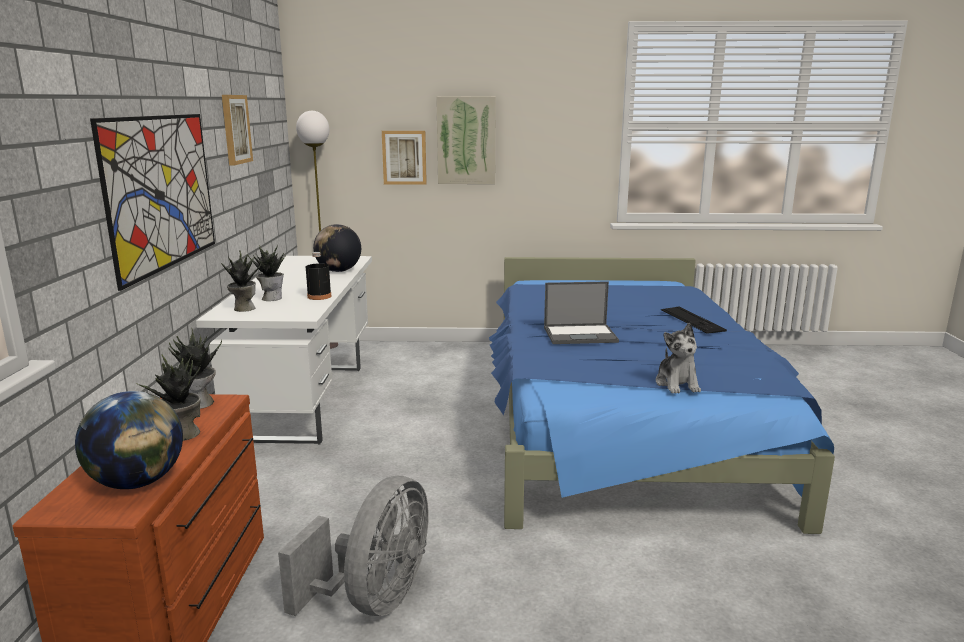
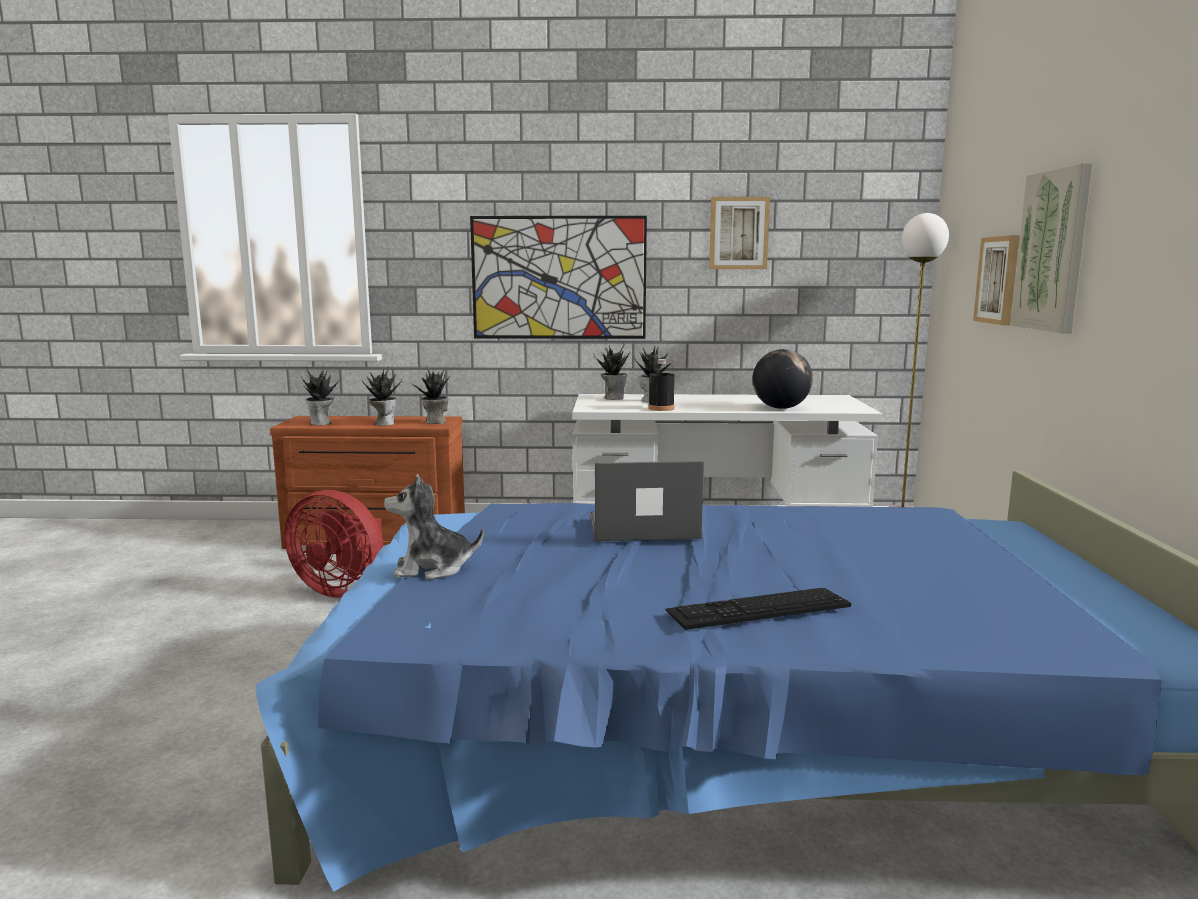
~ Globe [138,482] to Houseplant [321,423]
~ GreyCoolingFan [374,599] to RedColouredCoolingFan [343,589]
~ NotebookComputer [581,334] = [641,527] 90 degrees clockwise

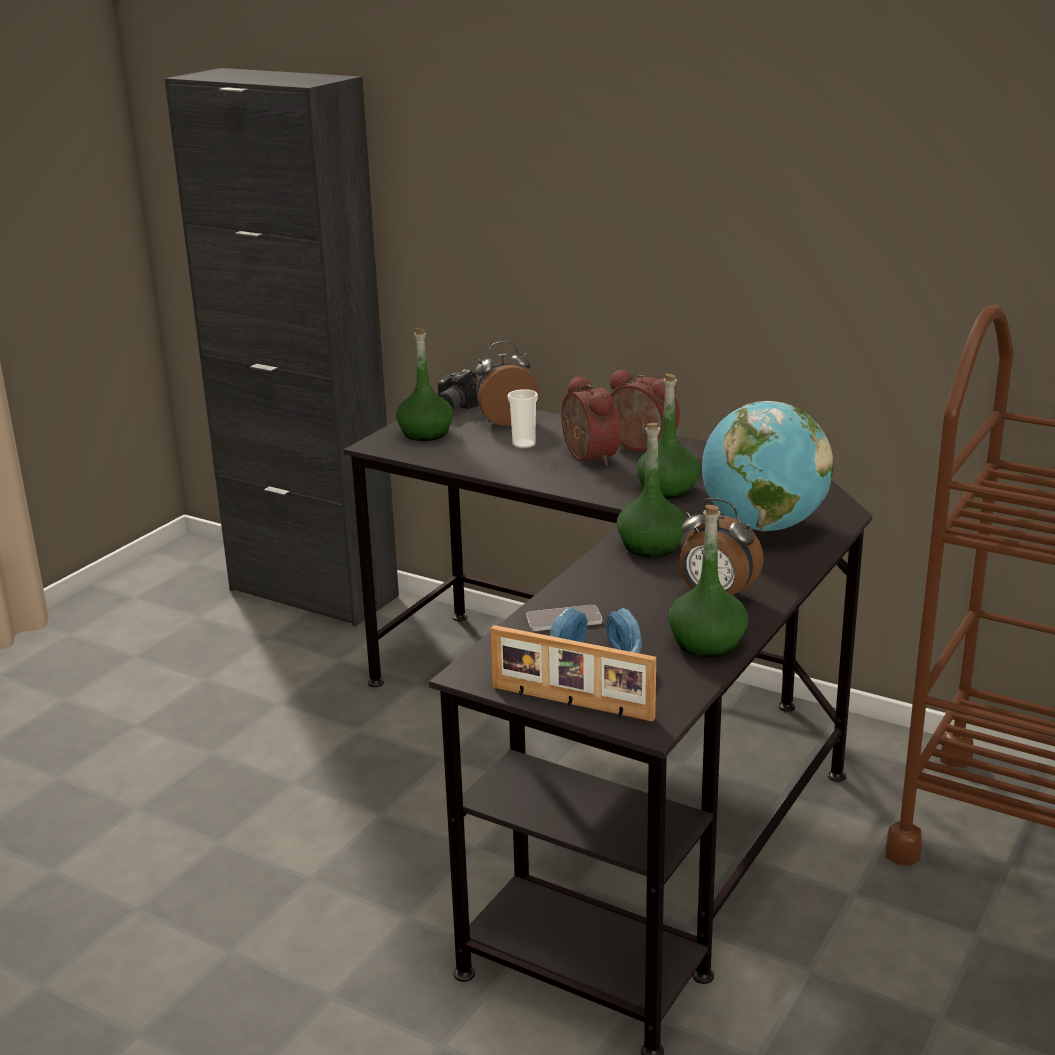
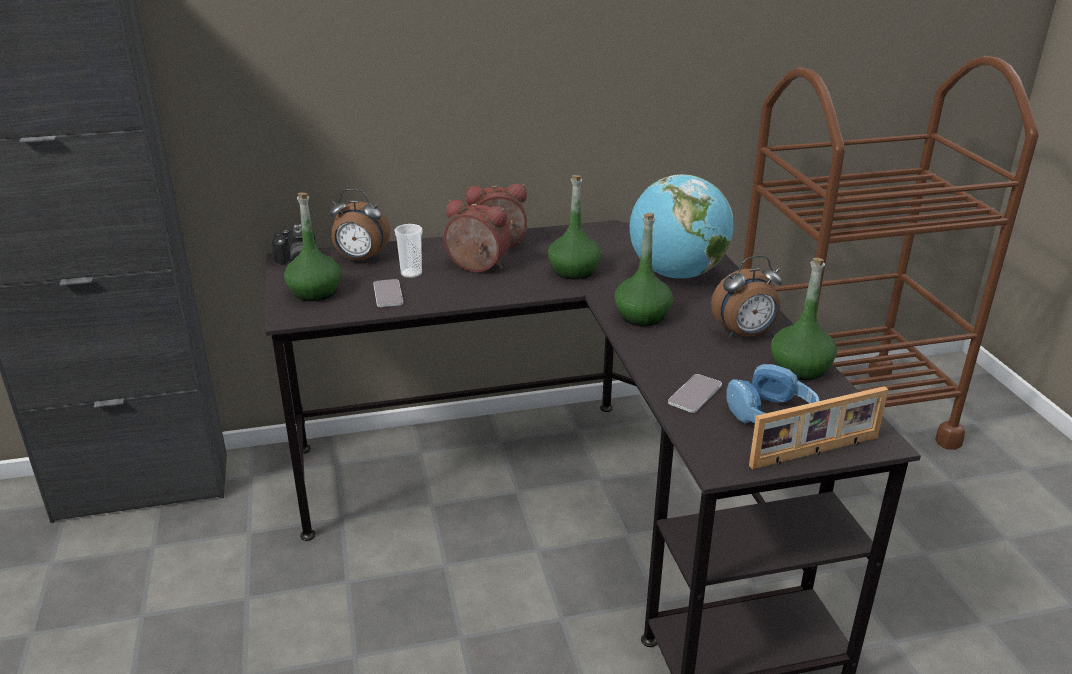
+ Handset [388,294]
~ BedsideClock [505,420] = [360,259] 105 degrees counterclockwise

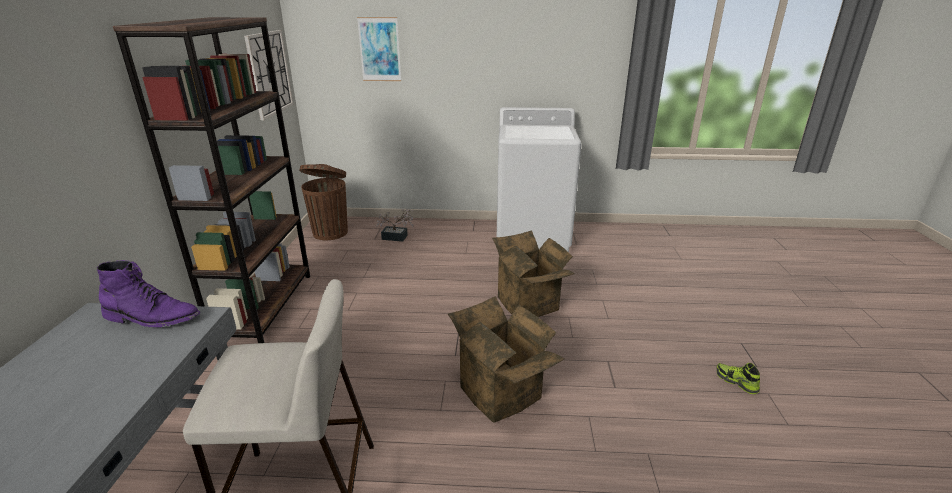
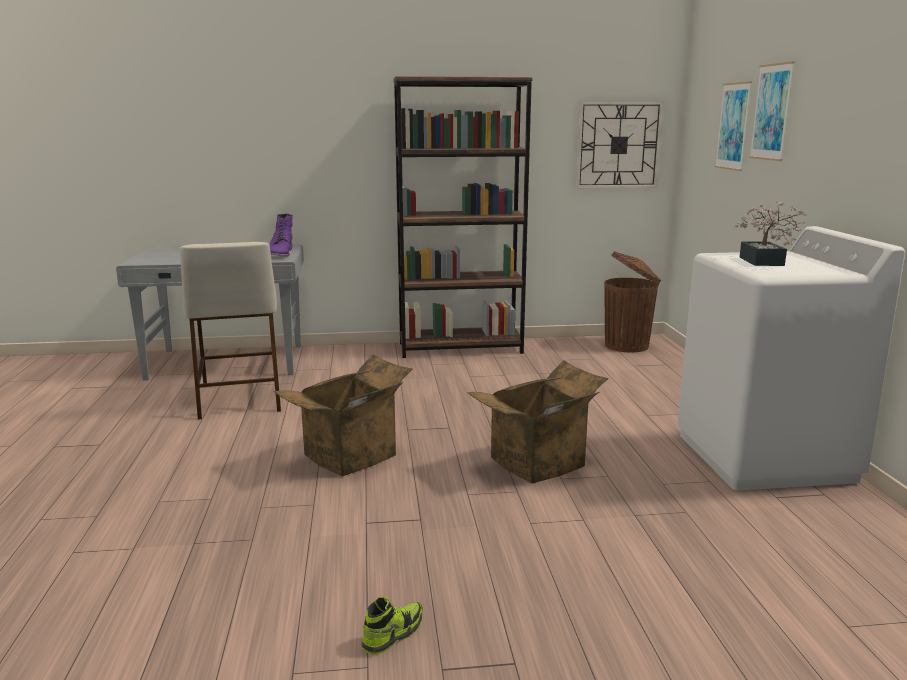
+ Picture [771,112]
~ Houseplant [397,237] to [763,262]

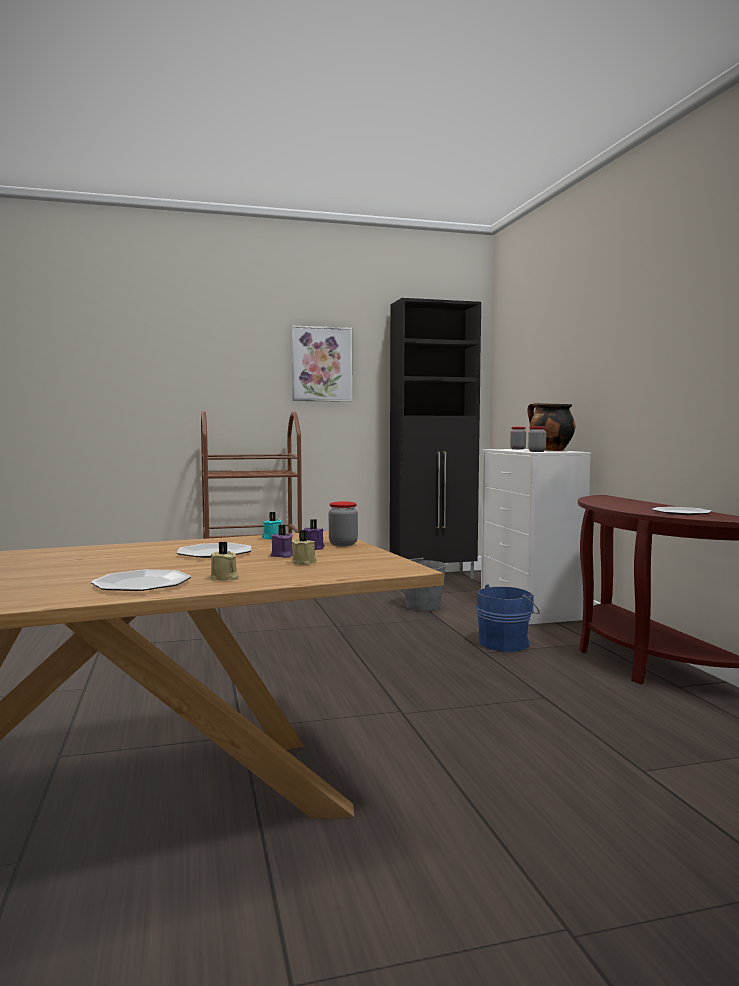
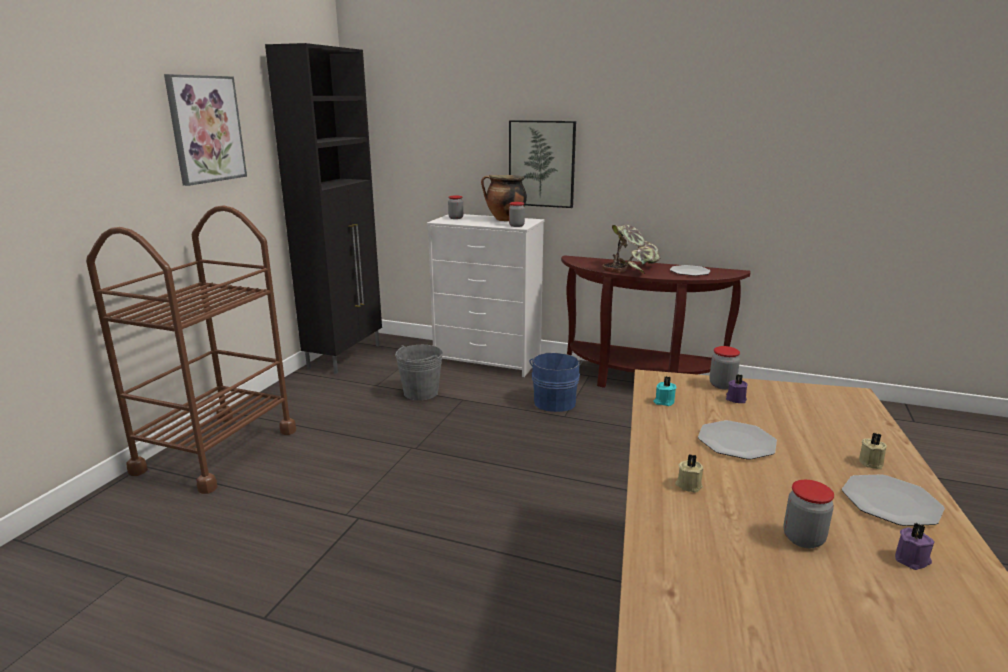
+ Picture [542,164]
+ Houseplant [631,269]
+ Jar [803,538]
~ PurplishWaxCandle [282,556] to [912,560]
~ BeigeColouredWaxCandle [304,562] to [688,484]

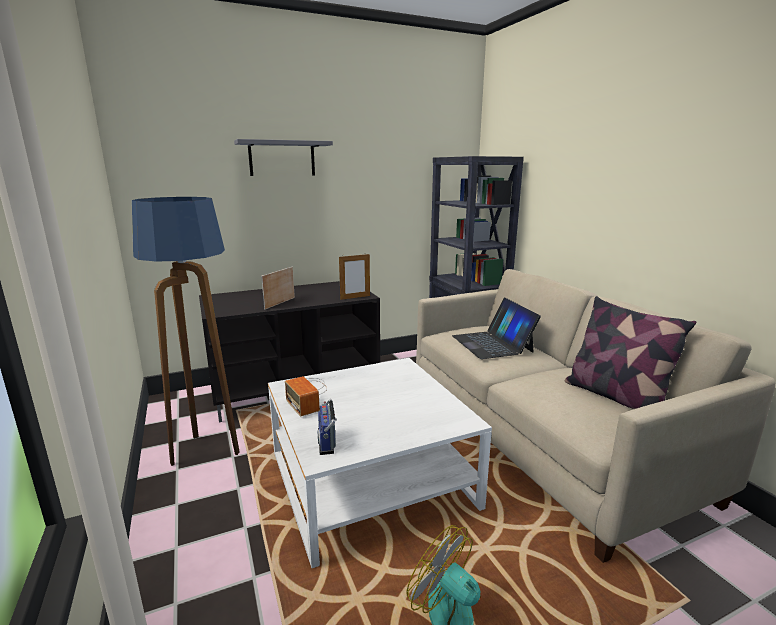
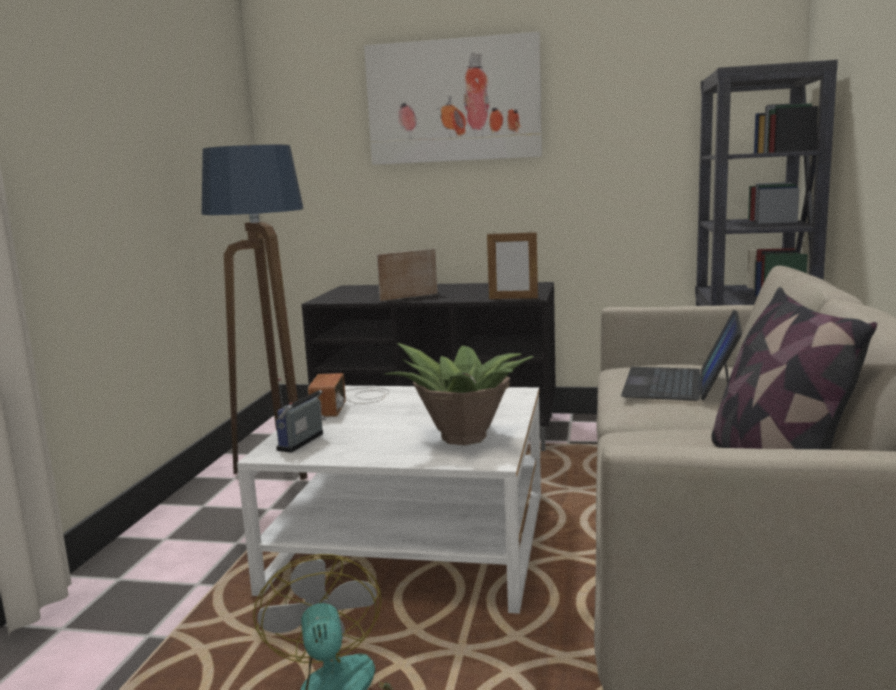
+ Houseplant [463,436]
~ GreyWallShelf [282,158] to Picture [453,101]

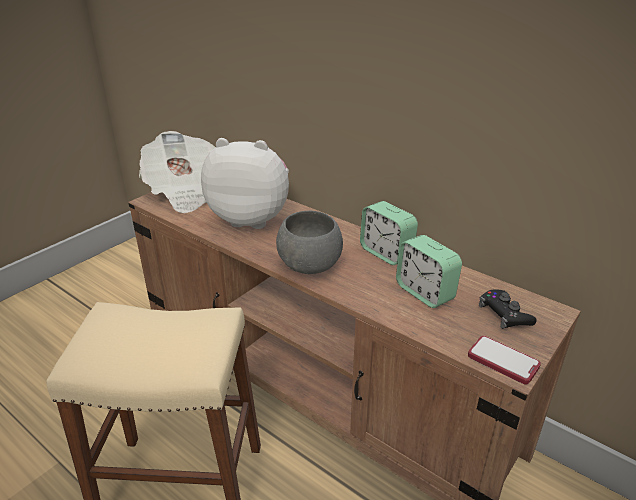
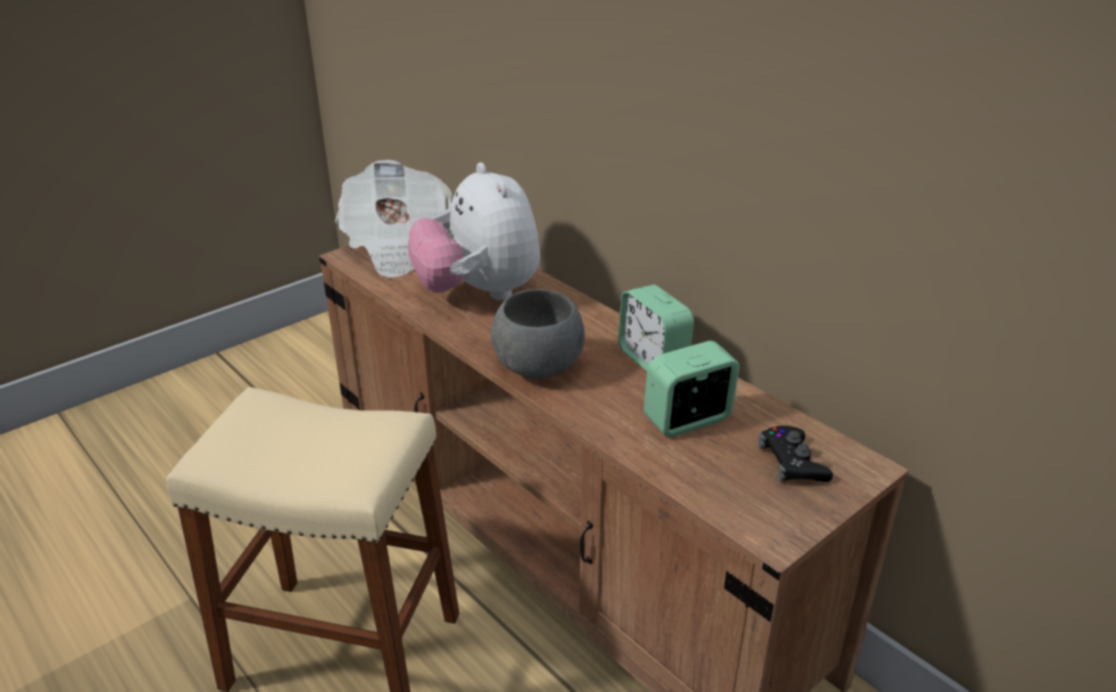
- Handset [503,361]
~ SoftToy [251,218] = [479,293] 135 degrees counterclockwise
~ BedsideClock [425,292] = [688,420] 90 degrees clockwise

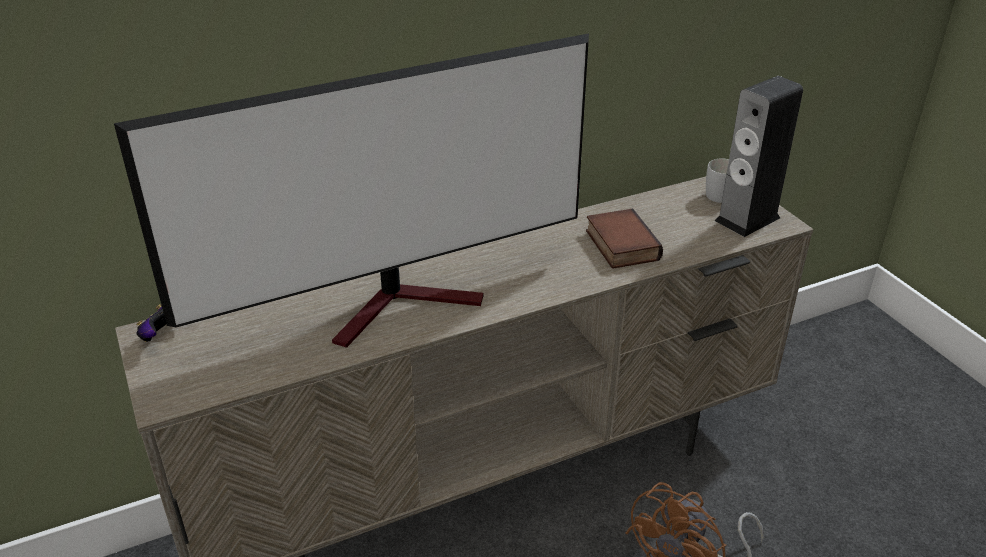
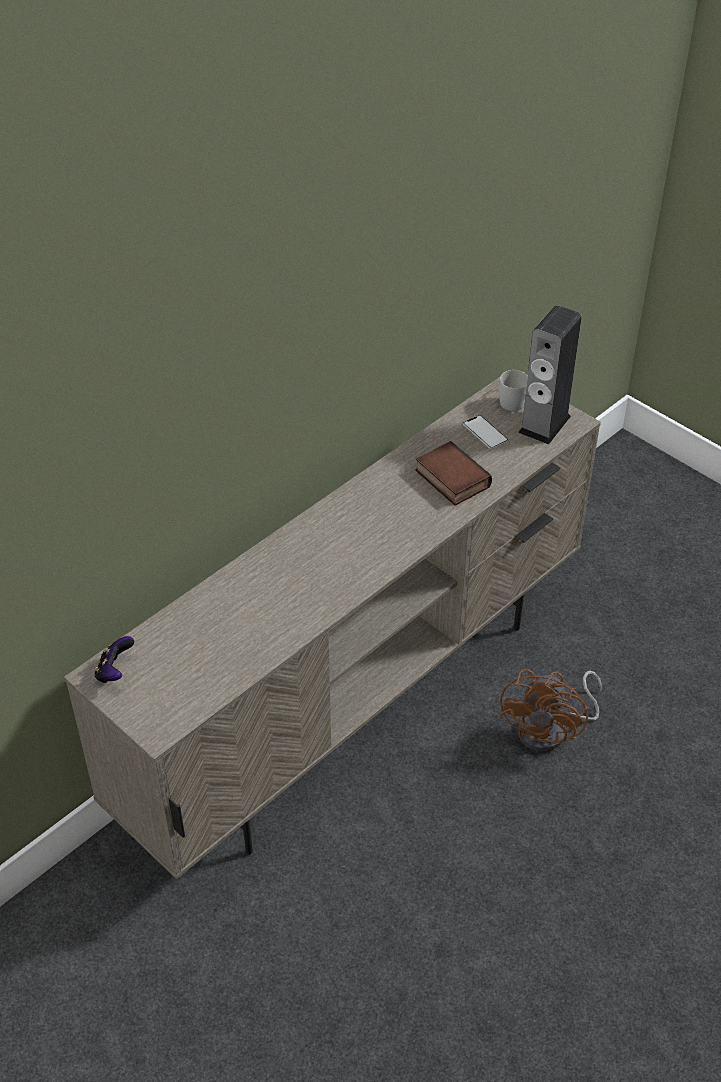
- Tv [405,304]
+ Handset [485,433]

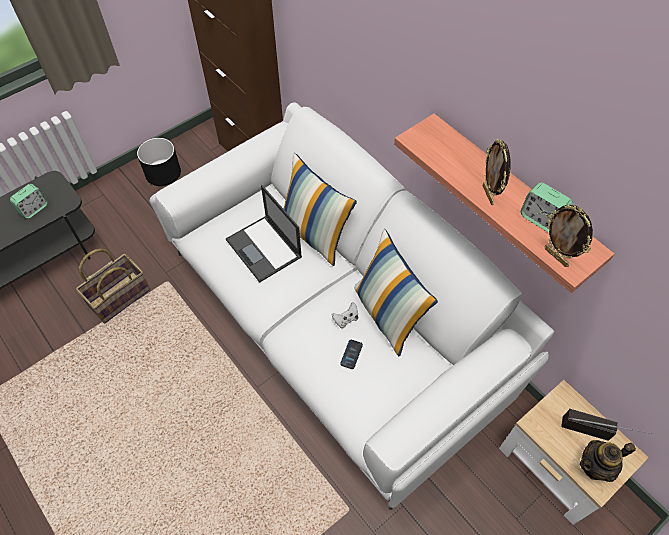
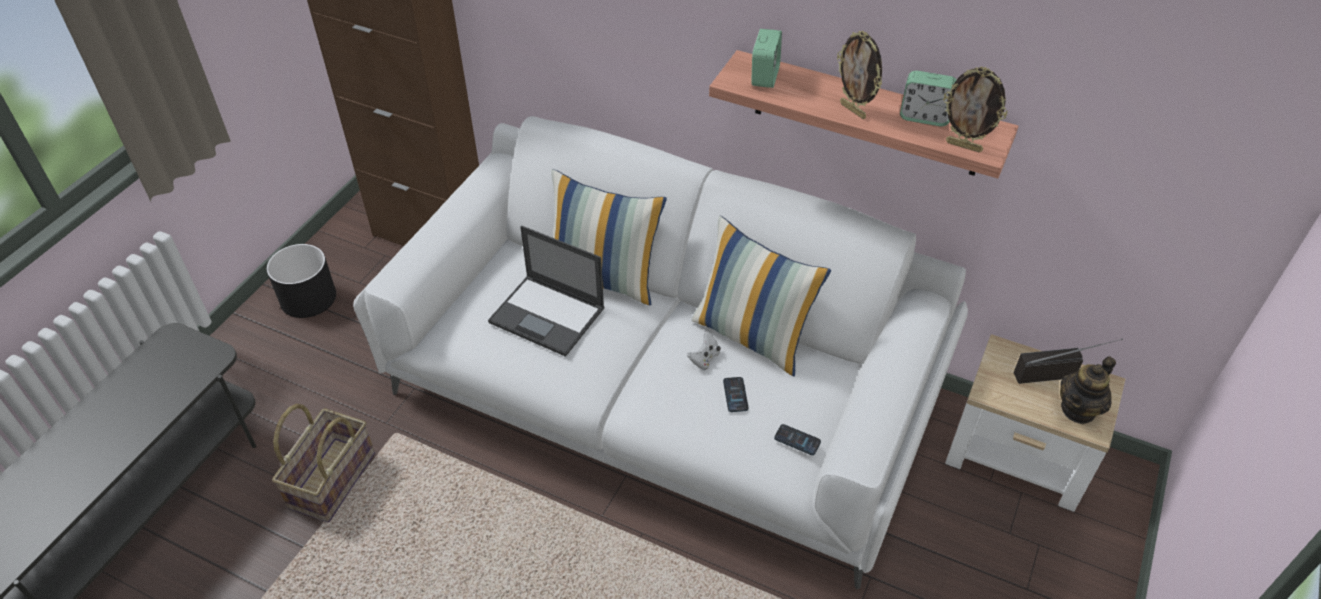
+ Handset [797,440]
~ BedsideClock [34,209] to [765,76]

